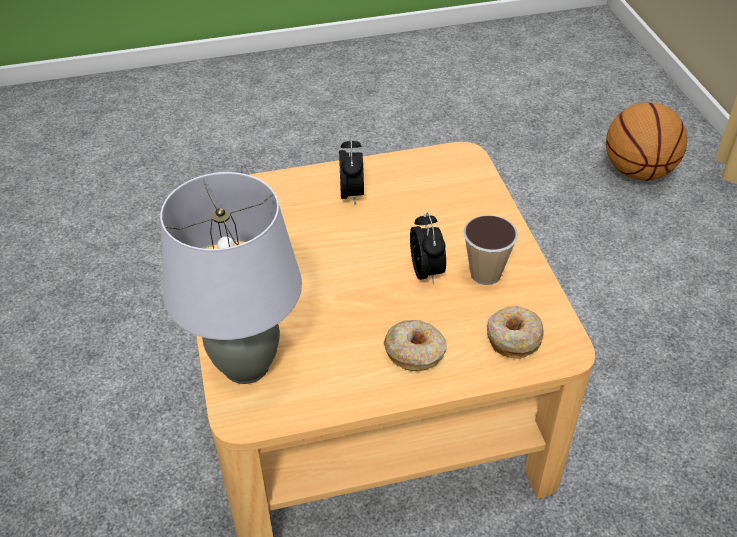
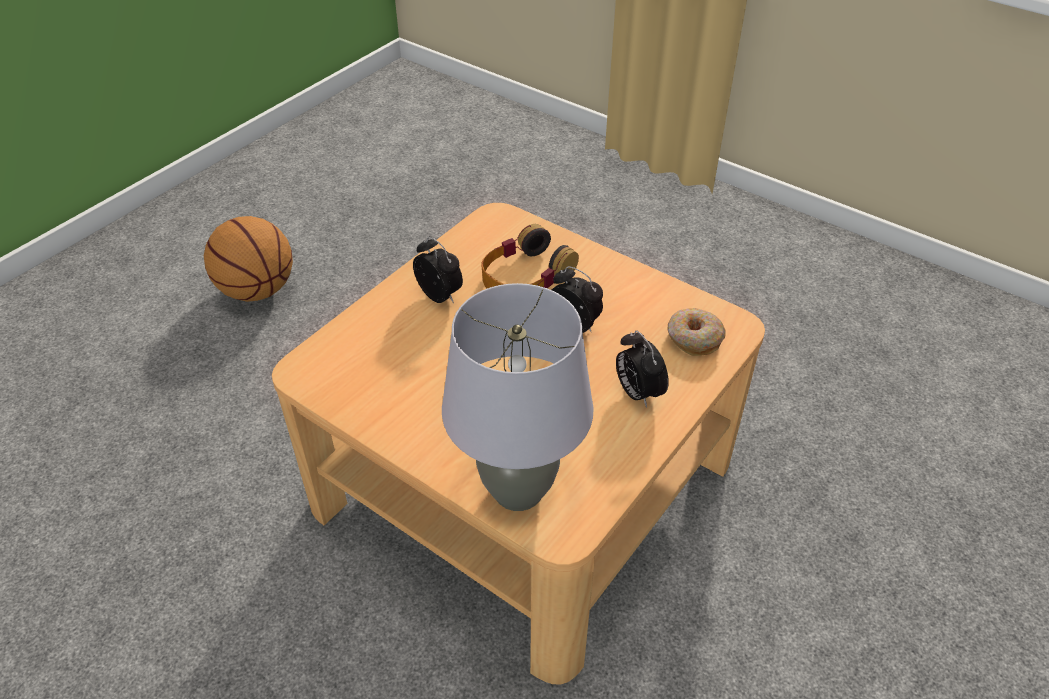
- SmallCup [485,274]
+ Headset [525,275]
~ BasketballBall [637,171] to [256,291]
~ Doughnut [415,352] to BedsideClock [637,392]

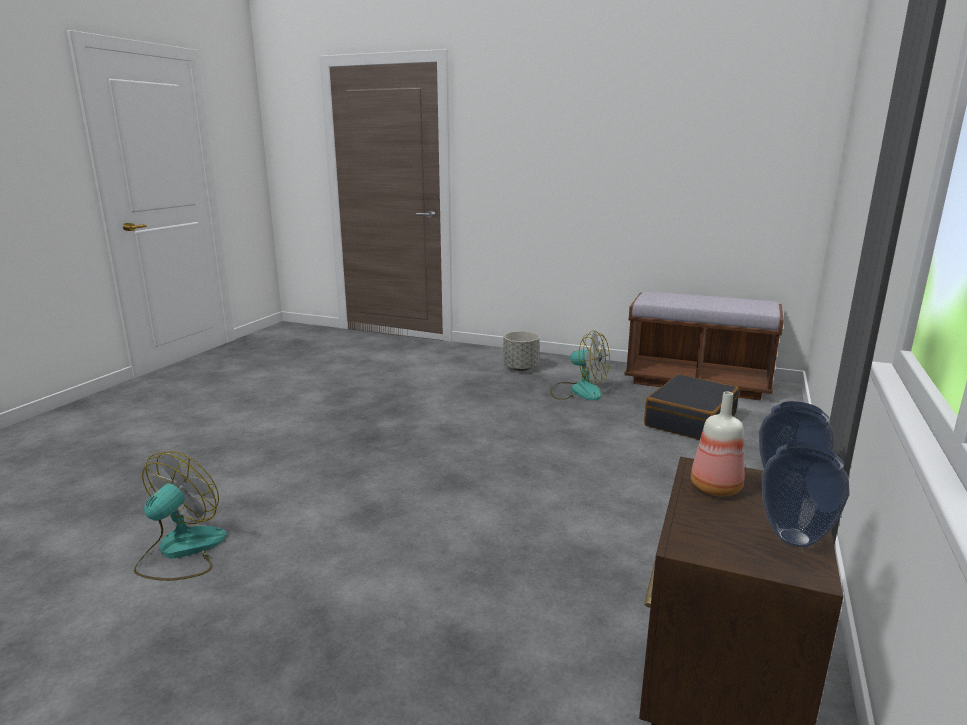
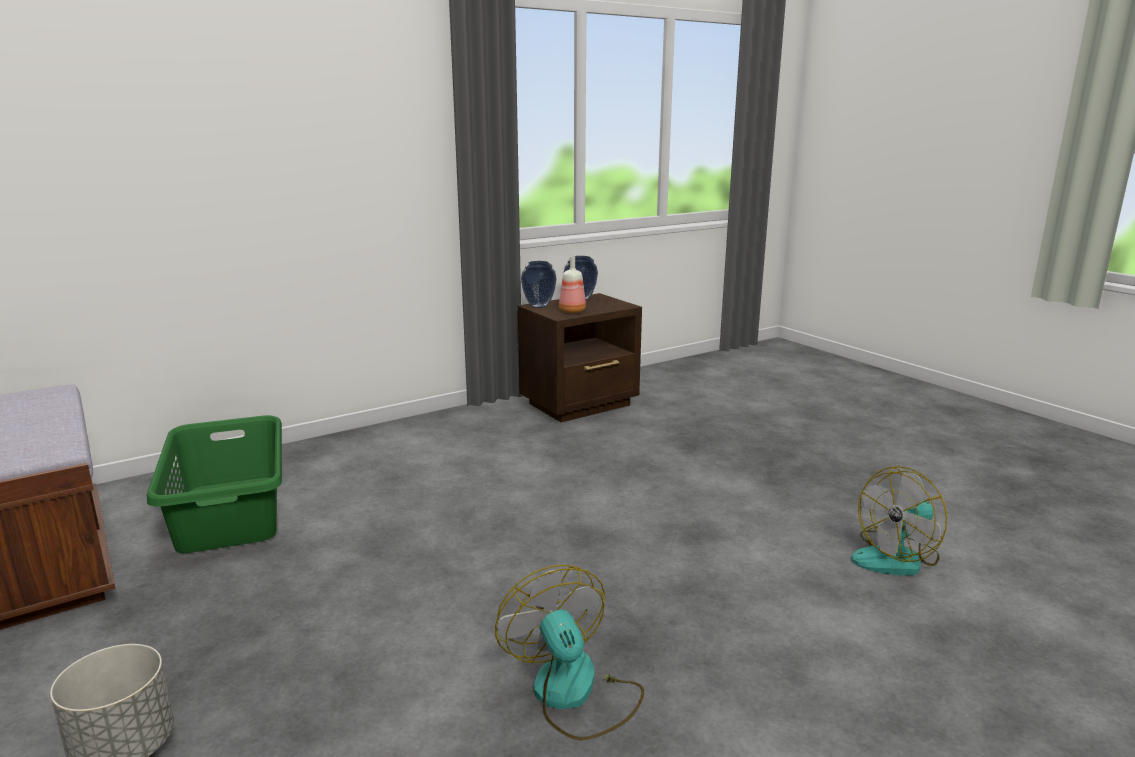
~ CoolingFan [578,391] to [574,694]
~ BlackTravelCase [691,421] to GreenColouredHamper [229,513]

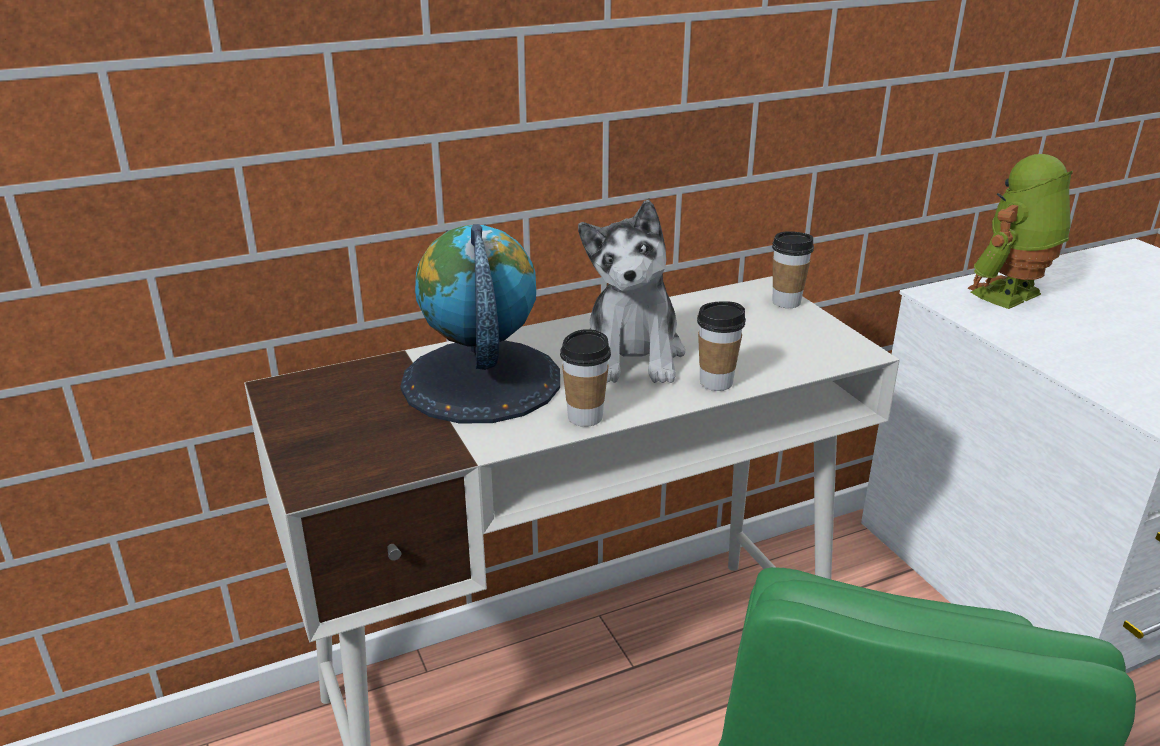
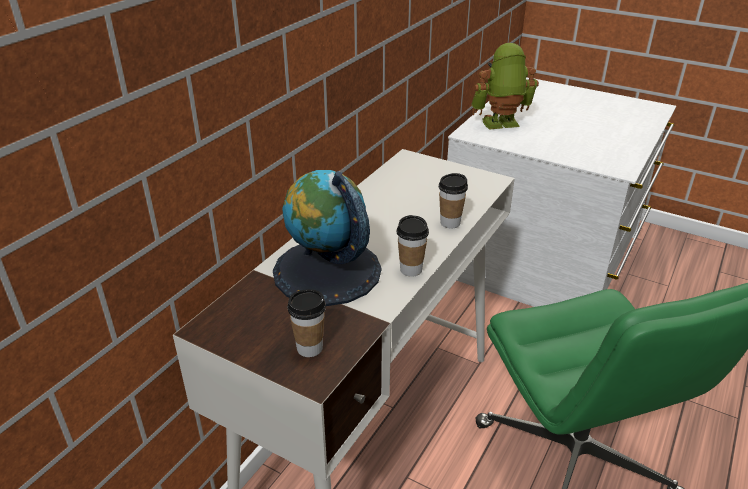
- SoftToy [633,354]
~ SmallCup [786,302] to [309,348]
~ ModelRobot [1011,296] = [500,124] 60 degrees clockwise

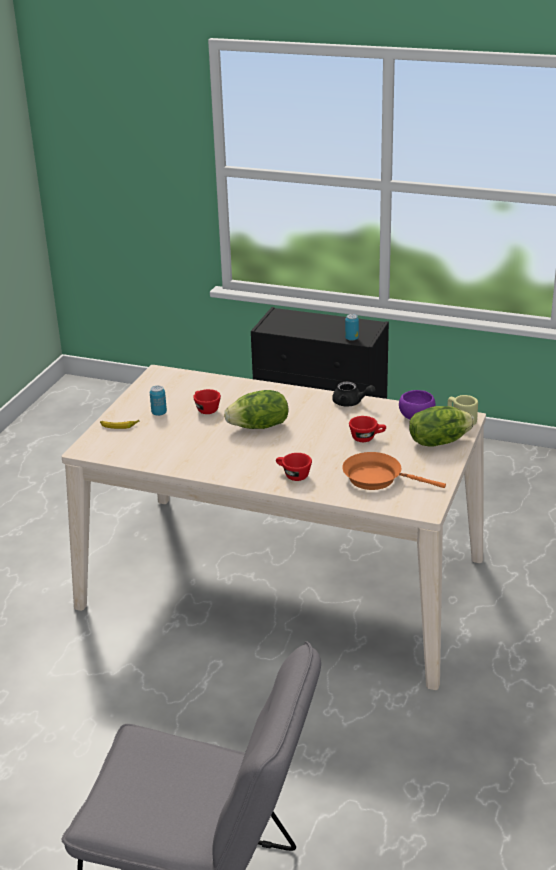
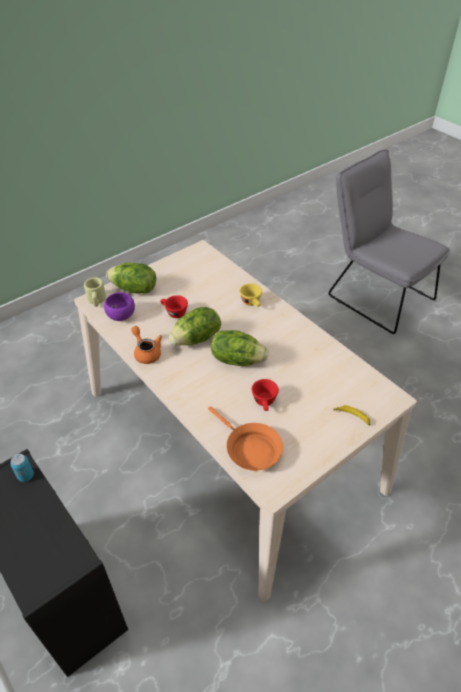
- SealedCan [159,413]
+ Lettuce [197,339]
~ OrangeColouredSkillet [377,478] to [250,449]
~ RedColouredSmallCup [293,475] to YellowColouredSmallCup [252,303]
~ BlackTeaPot [351,403] to OrangeColouredTeaPot [146,352]

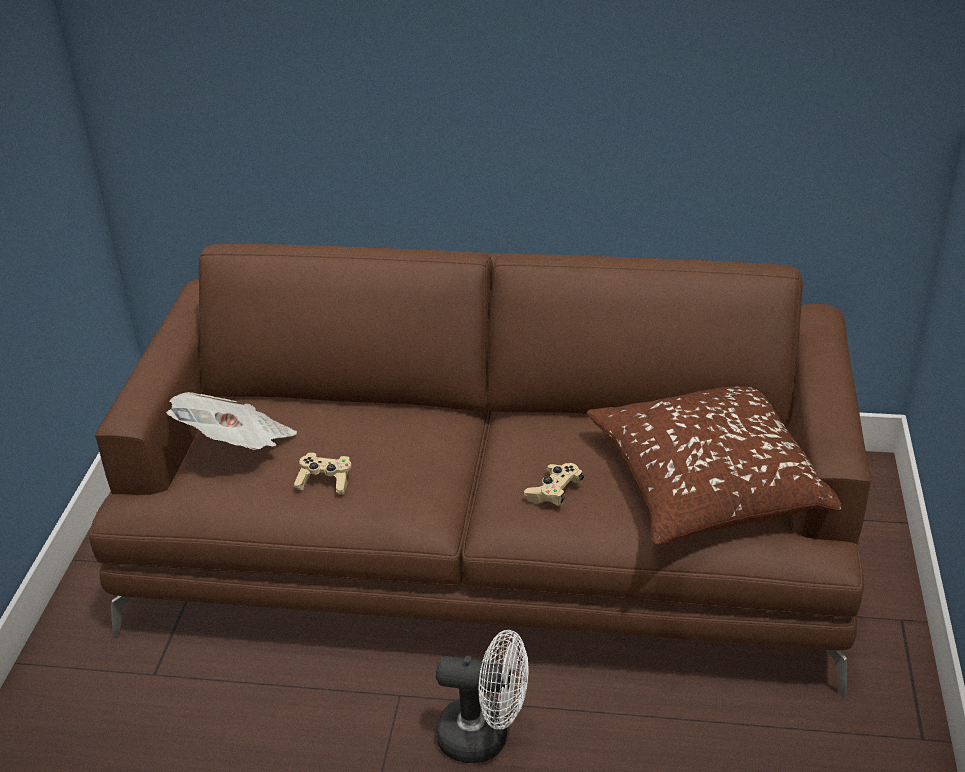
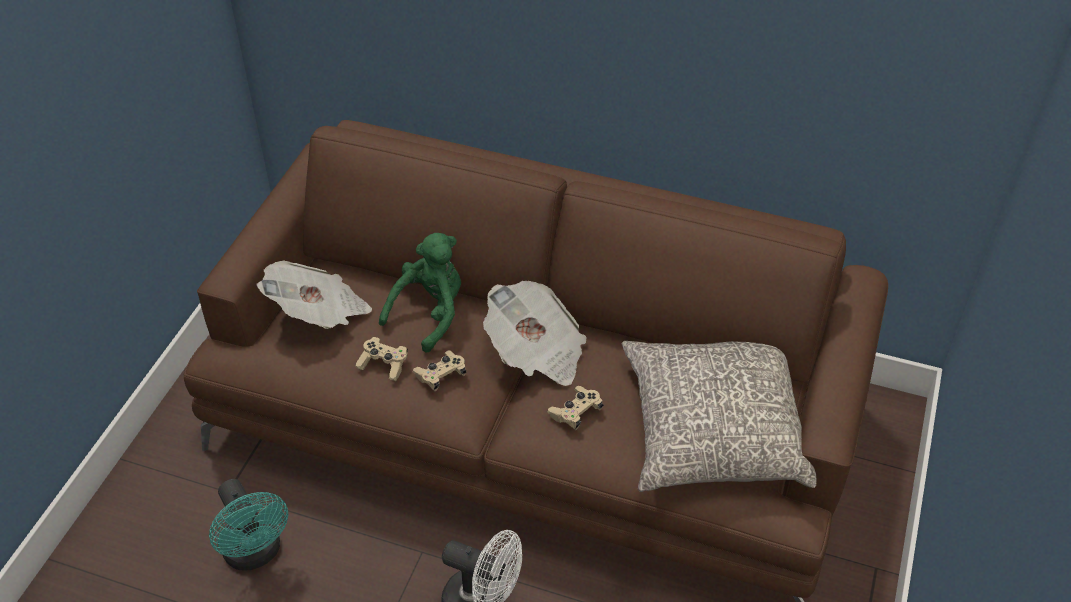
+ TurquoiseColouredCoolingFan [255,553]
+ GreenColouredSoftToy [430,313]
+ BeigeColouredGamepad [441,376]
+ PrintedPaper [536,352]
~ BrownishPillow [705,483] to GreyPillow [711,428]

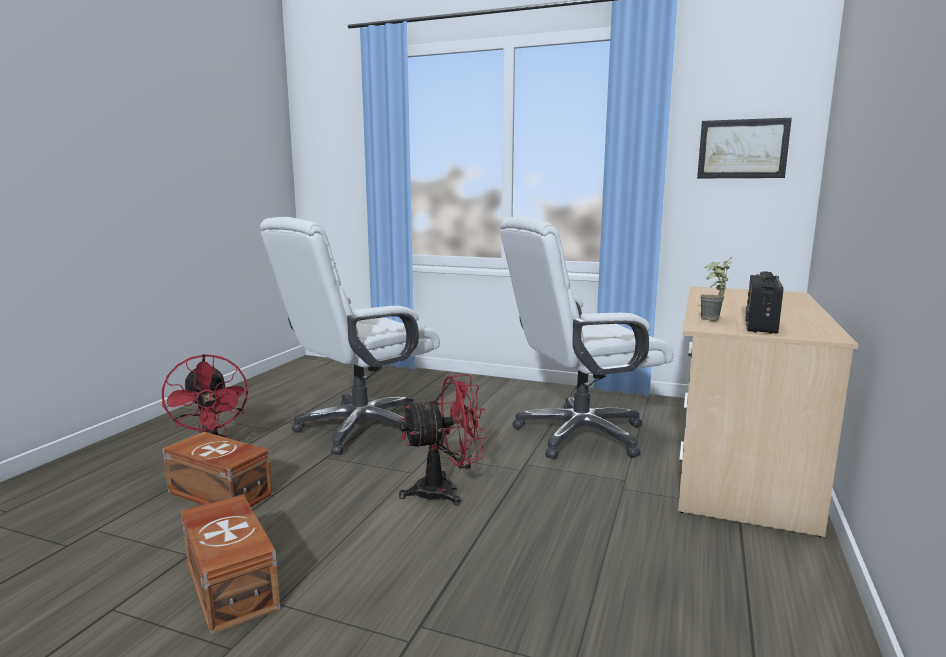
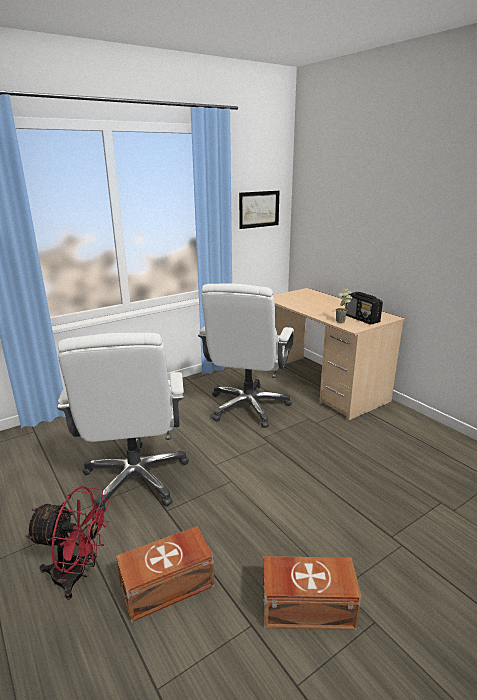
- RedColouredCoolingFan [445,491]

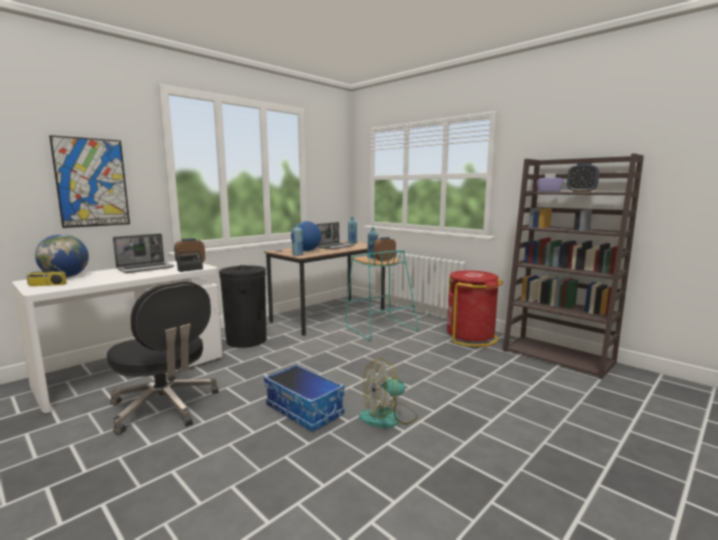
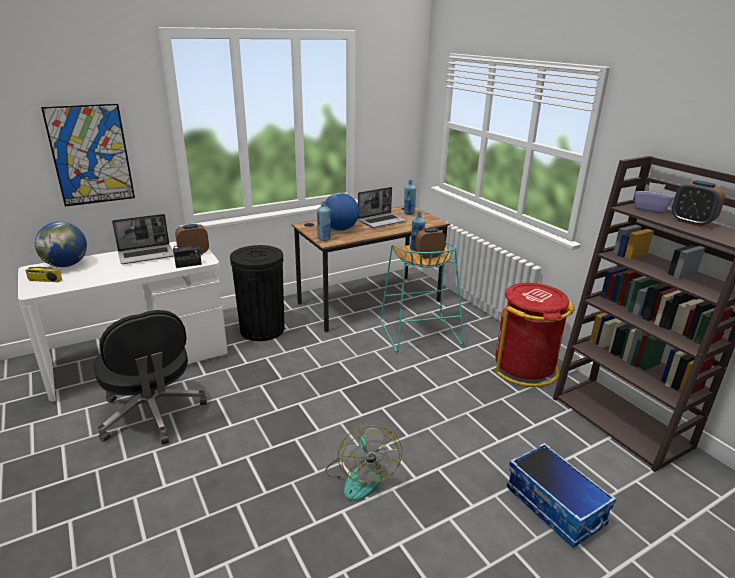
~ StorageBox [305,410] to [555,506]
~ CoolingFan [388,417] = [361,476] 90 degrees counterclockwise

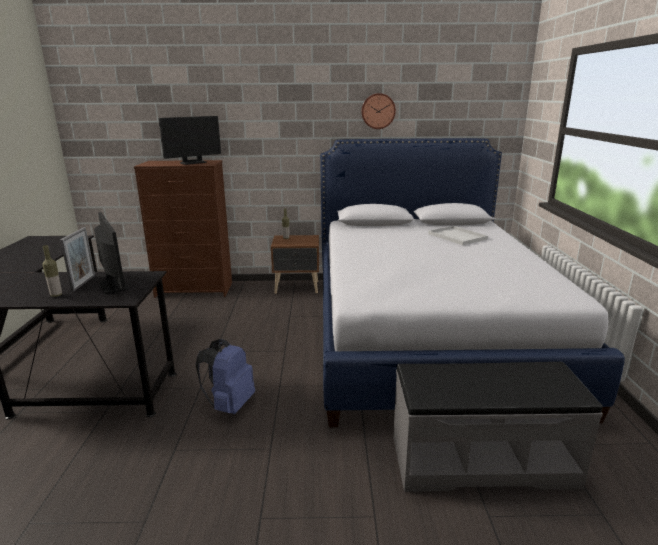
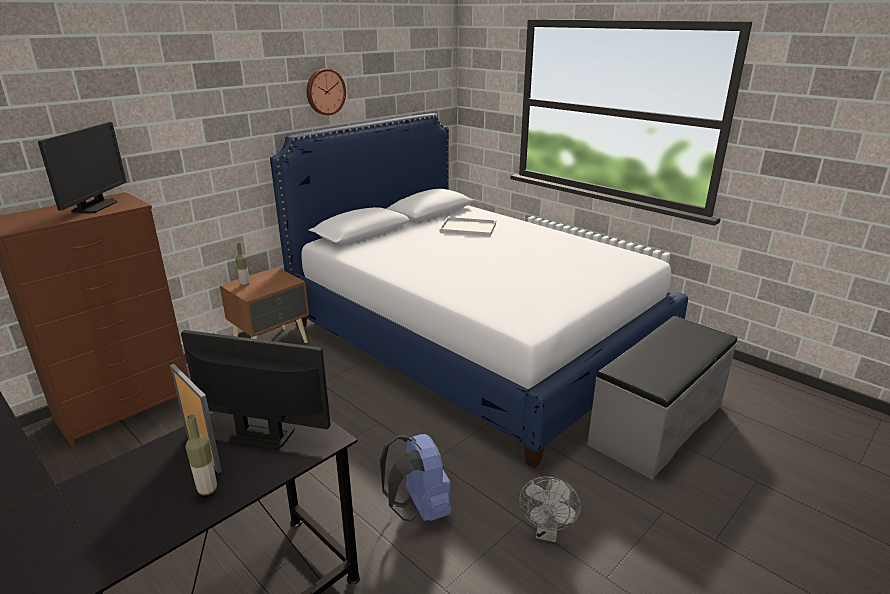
+ GreyCoolingFan [547,533]

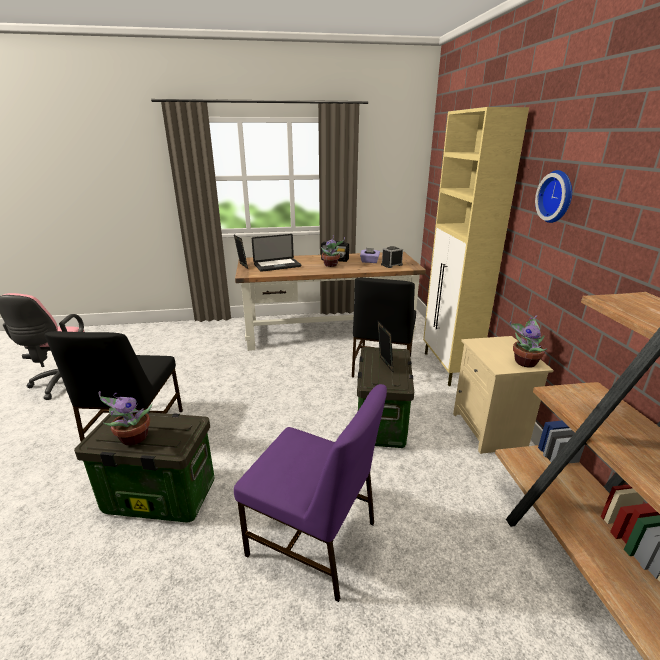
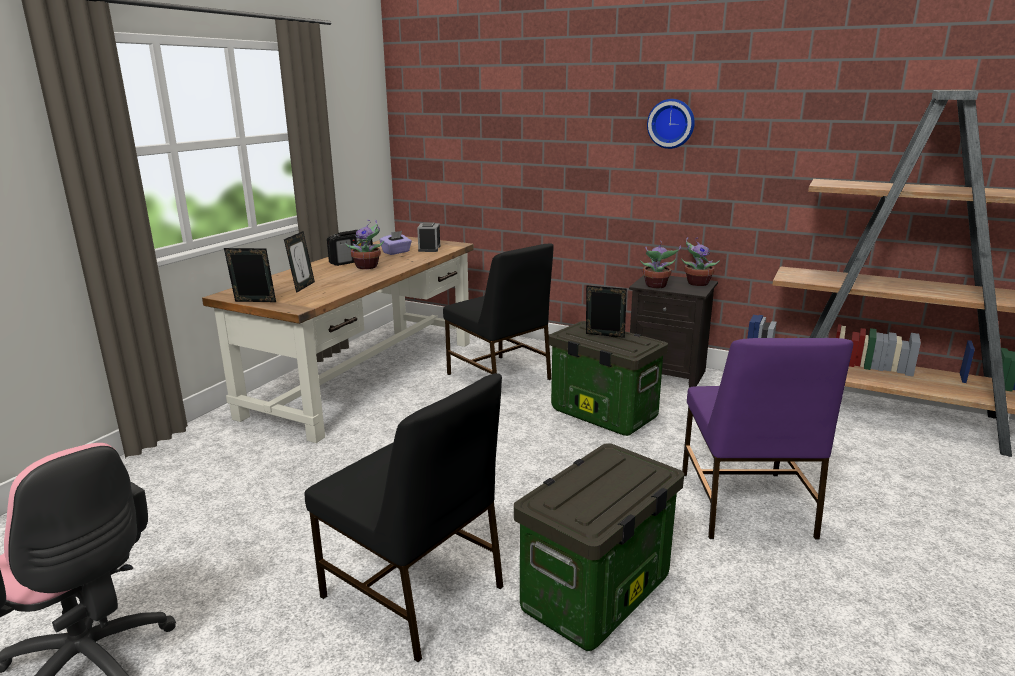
- BeigeColouredCabinet [448,368]
~ Houseplant [132,438] to [656,286]
~ NotebookComputer [277,265] to PhotoFrame [302,287]
~ BeigeColouredNightTable [490,430] to BlackNightTable [668,374]
~ PurplishUprightChair [314,540] = [745,506] 120 degrees clockwise

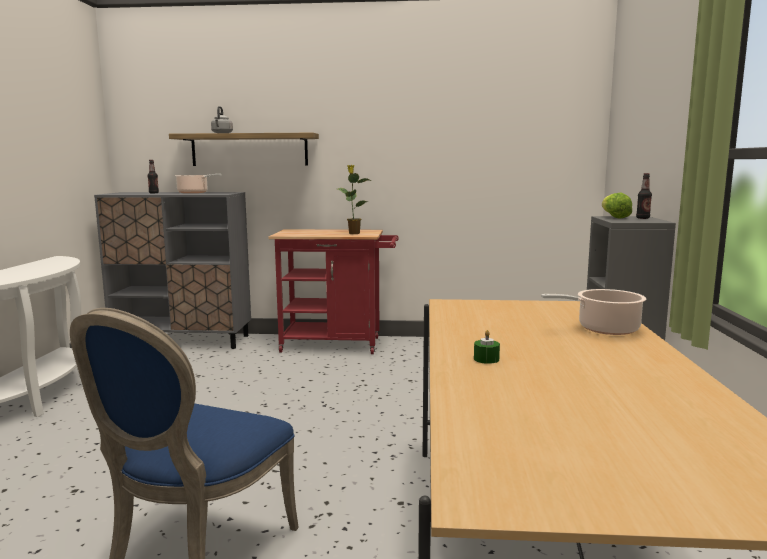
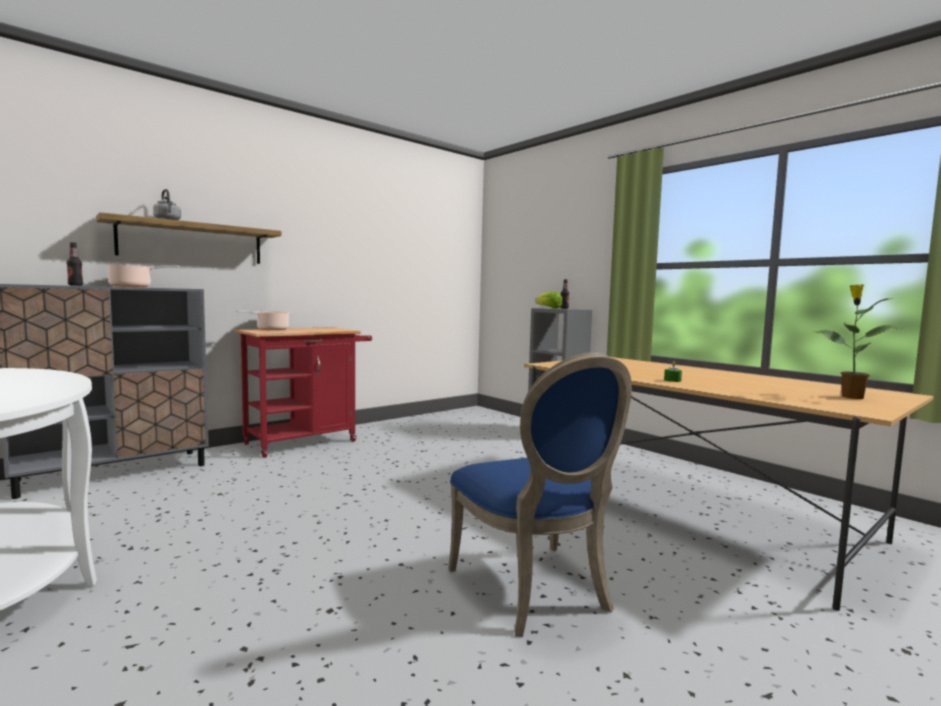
~ Houseplant [353,233] to [851,397]
~ Stockpot [604,329] to [270,329]

